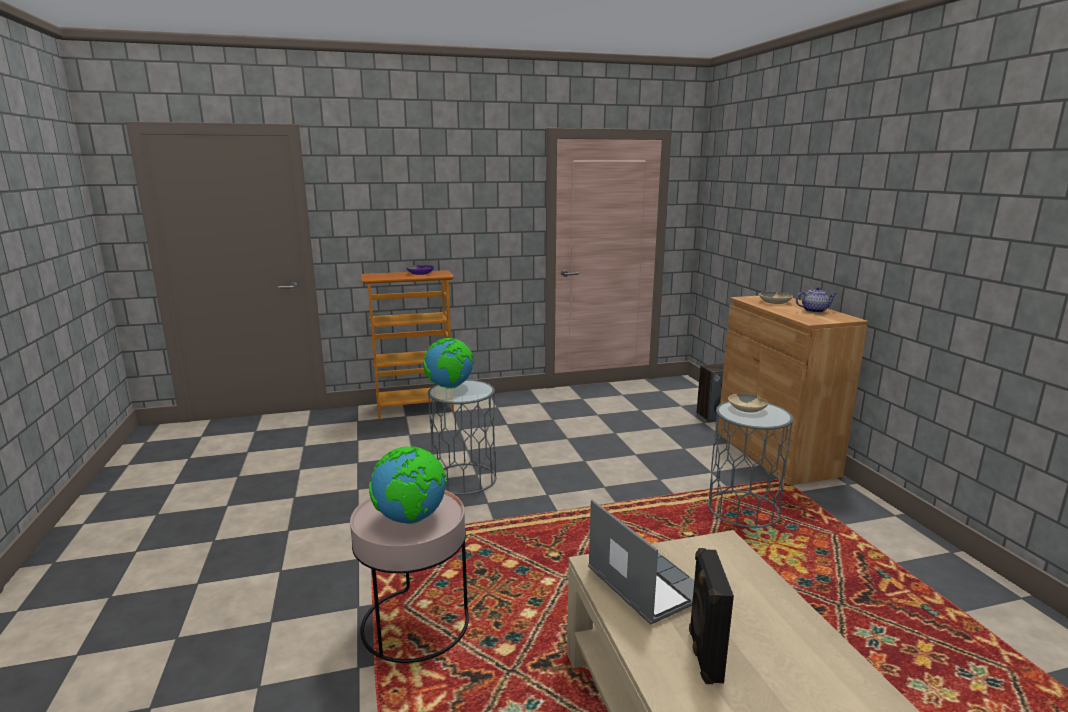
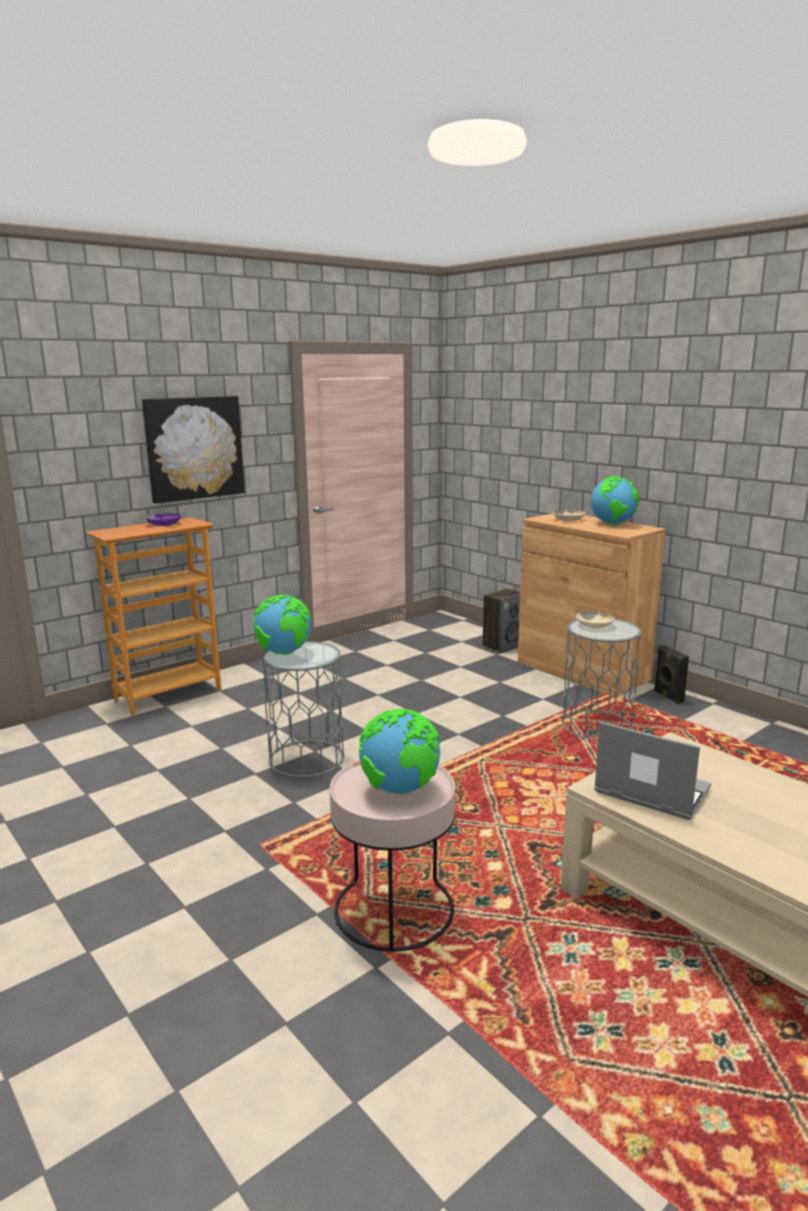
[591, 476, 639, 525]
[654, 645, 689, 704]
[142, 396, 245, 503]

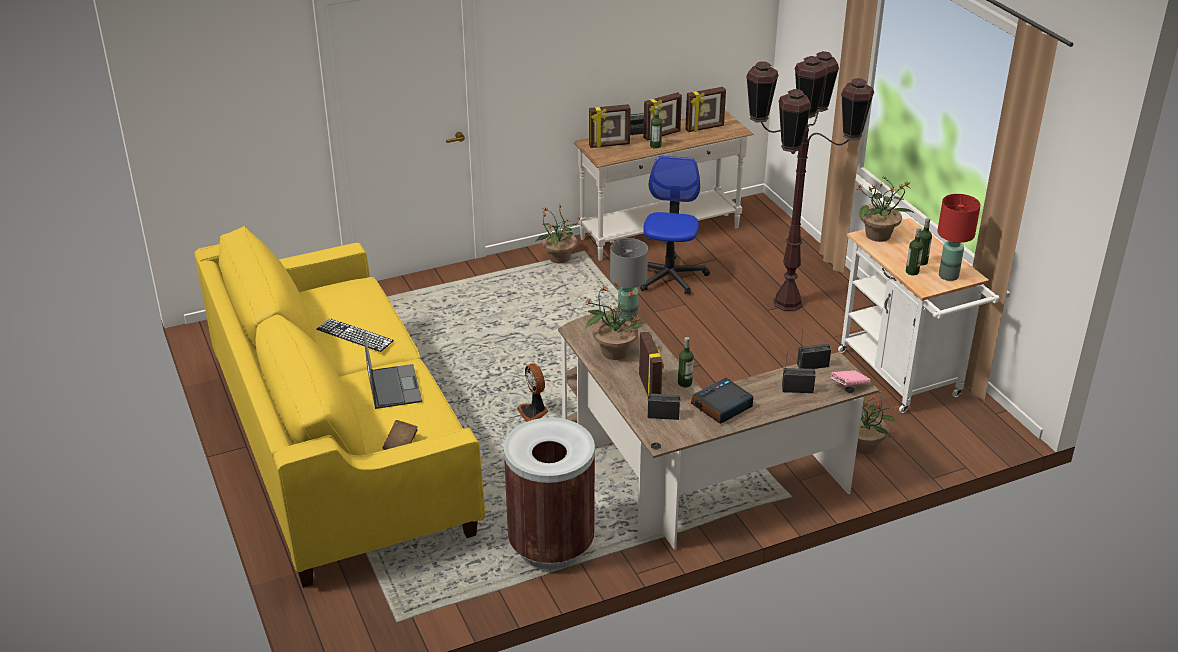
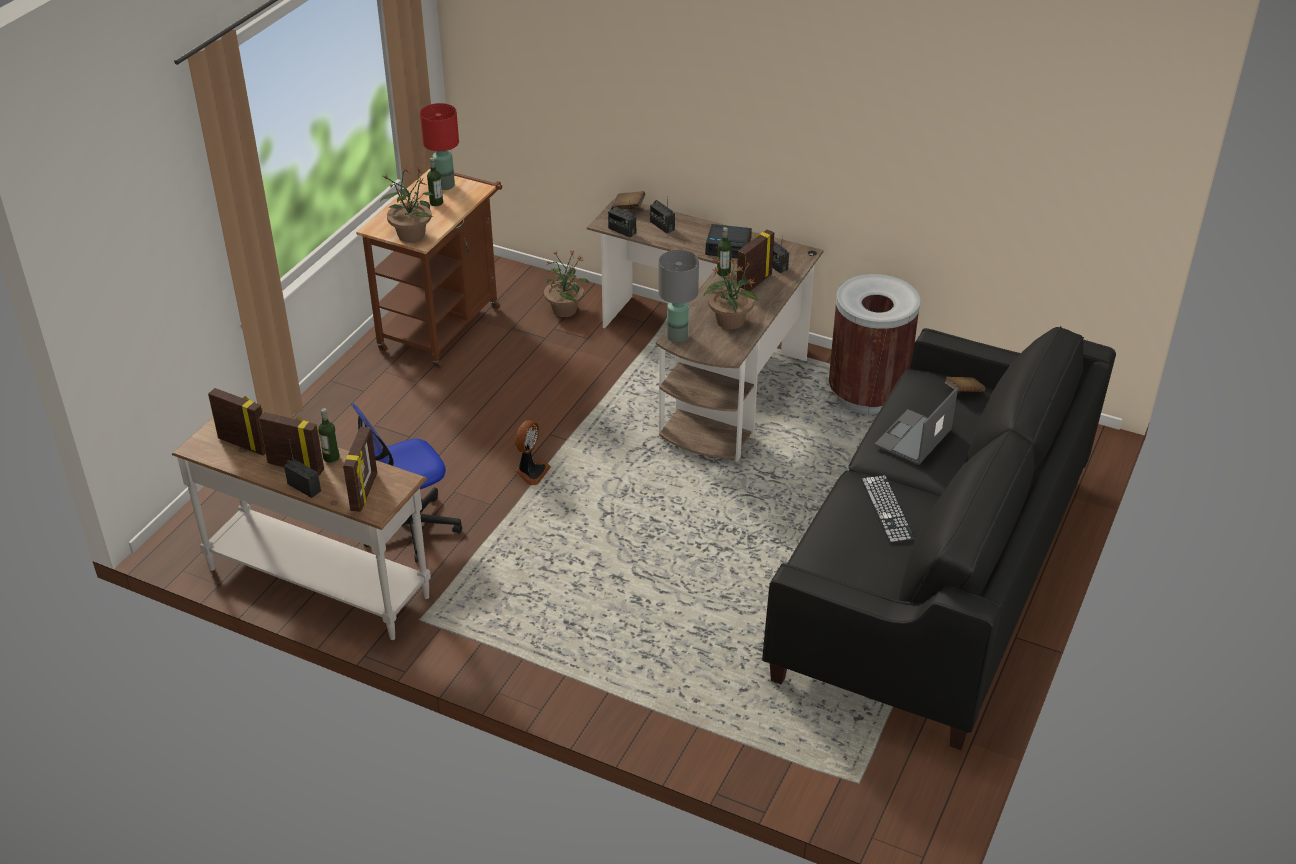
[746, 51, 874, 311] (first image)
[343, 427, 377, 512]
[535, 204, 581, 263] (first image)
[356, 169, 502, 369]
[762, 326, 1116, 750]
[906, 227, 923, 275] (first image)
[515, 420, 551, 485]
[612, 191, 645, 209]

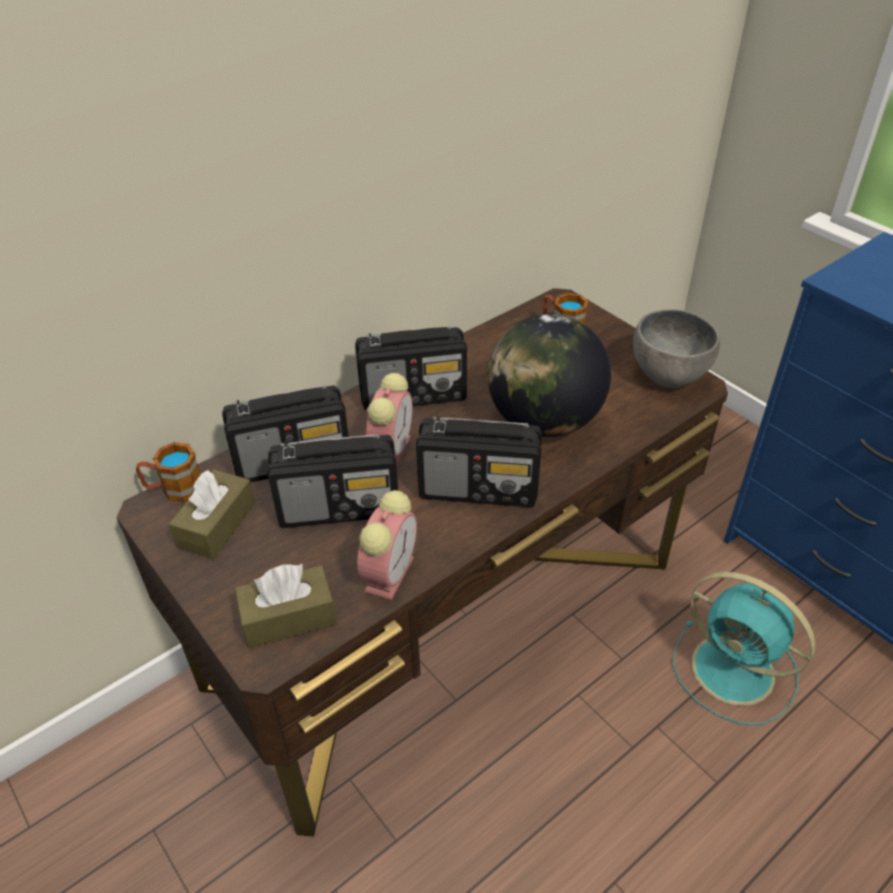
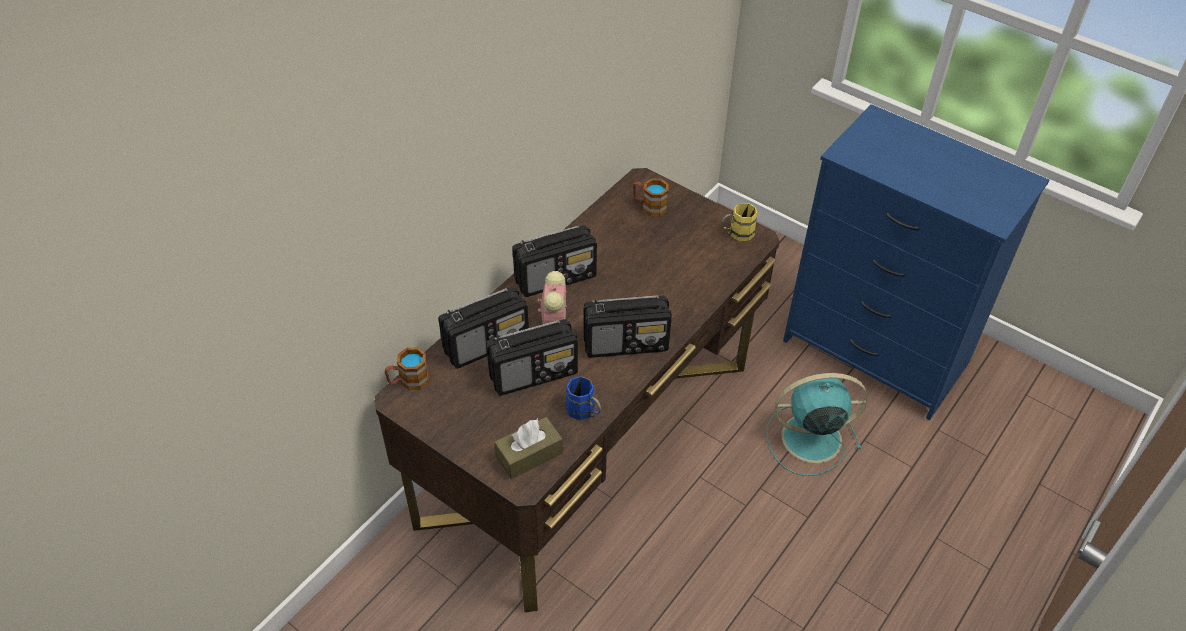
[721, 203, 757, 241]
[488, 314, 611, 437] (first image)
[169, 470, 255, 559] (first image)
[565, 376, 602, 420]
[767, 373, 868, 476]

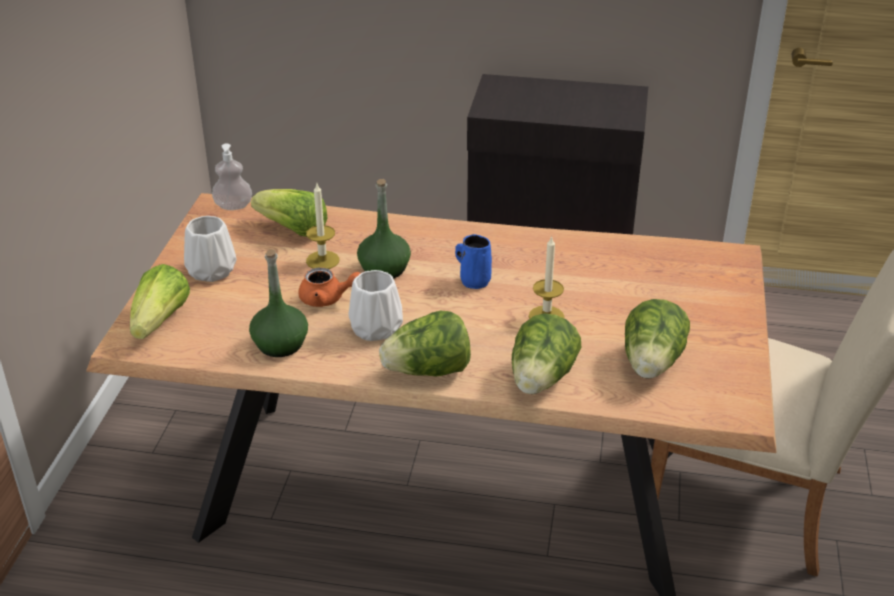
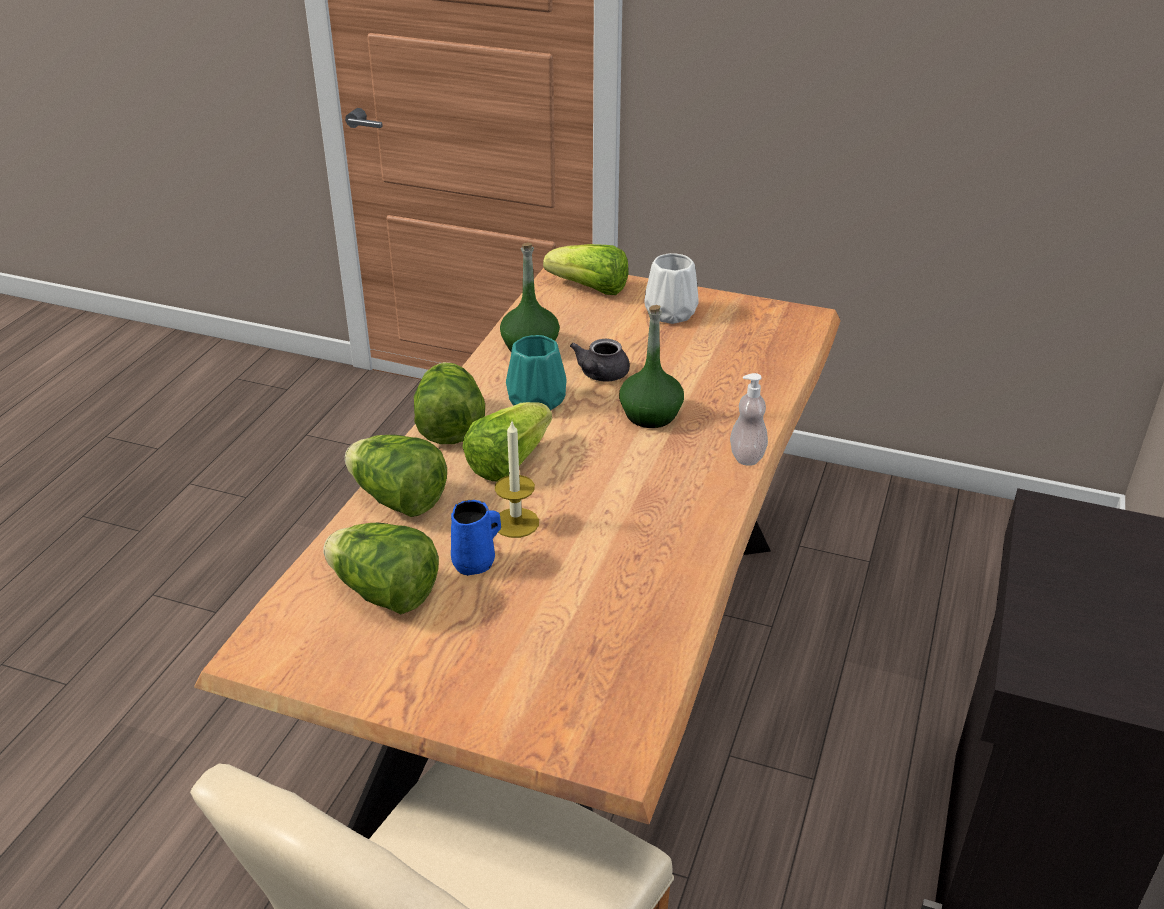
[730, 373, 768, 466]
[306, 184, 339, 269] (first image)
[463, 402, 552, 481]
[451, 500, 501, 575]
[570, 339, 630, 381]
[506, 335, 567, 410]

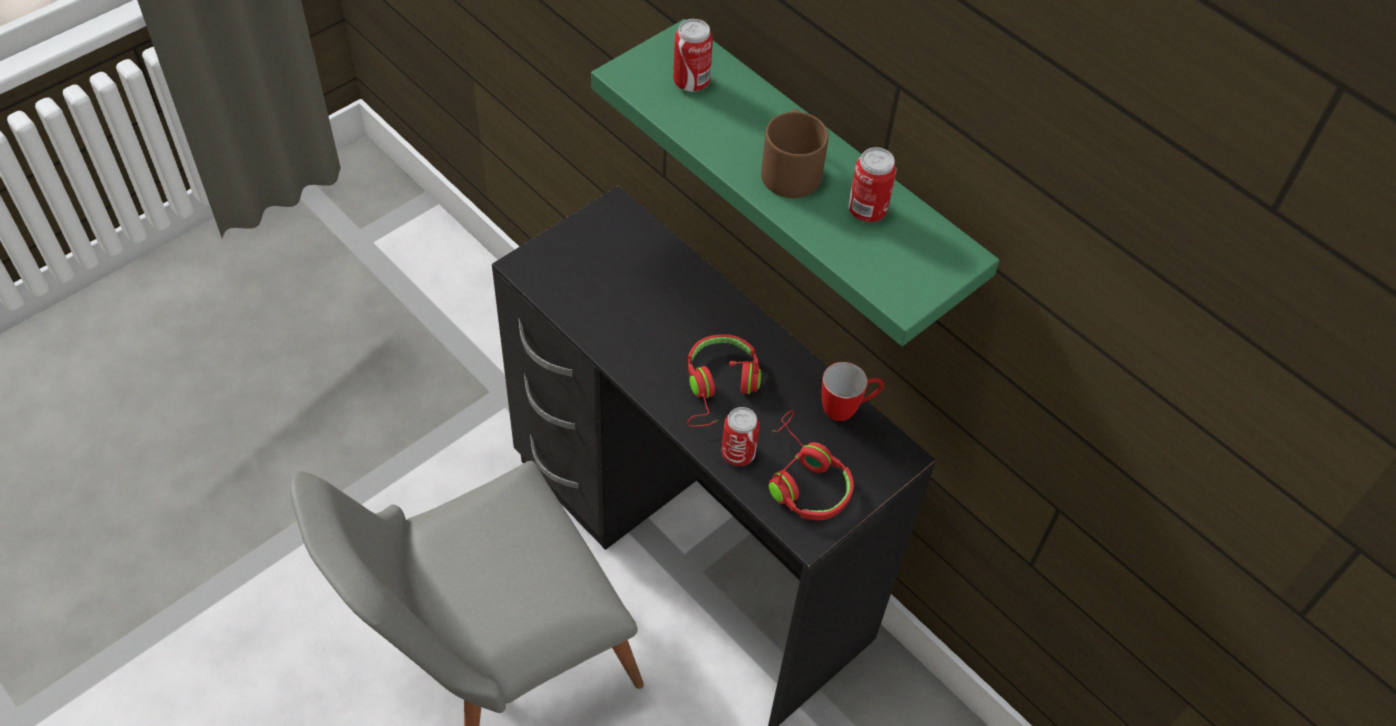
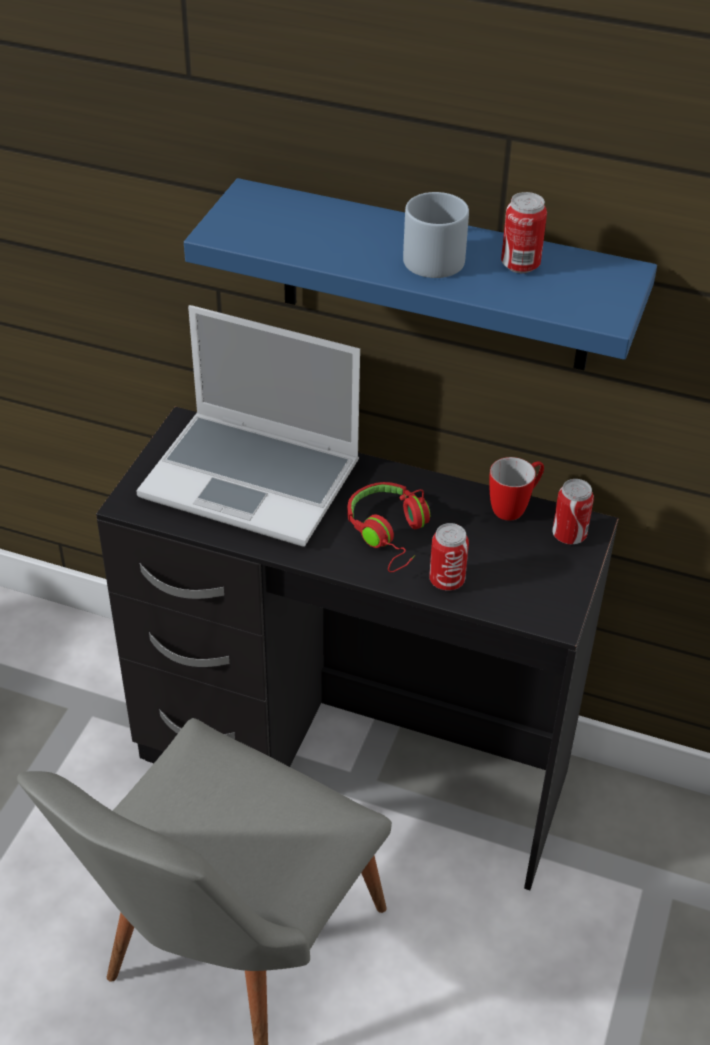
[184, 178, 657, 370]
[553, 479, 594, 545]
[403, 192, 469, 278]
[769, 410, 854, 520] (first image)
[136, 305, 360, 547]

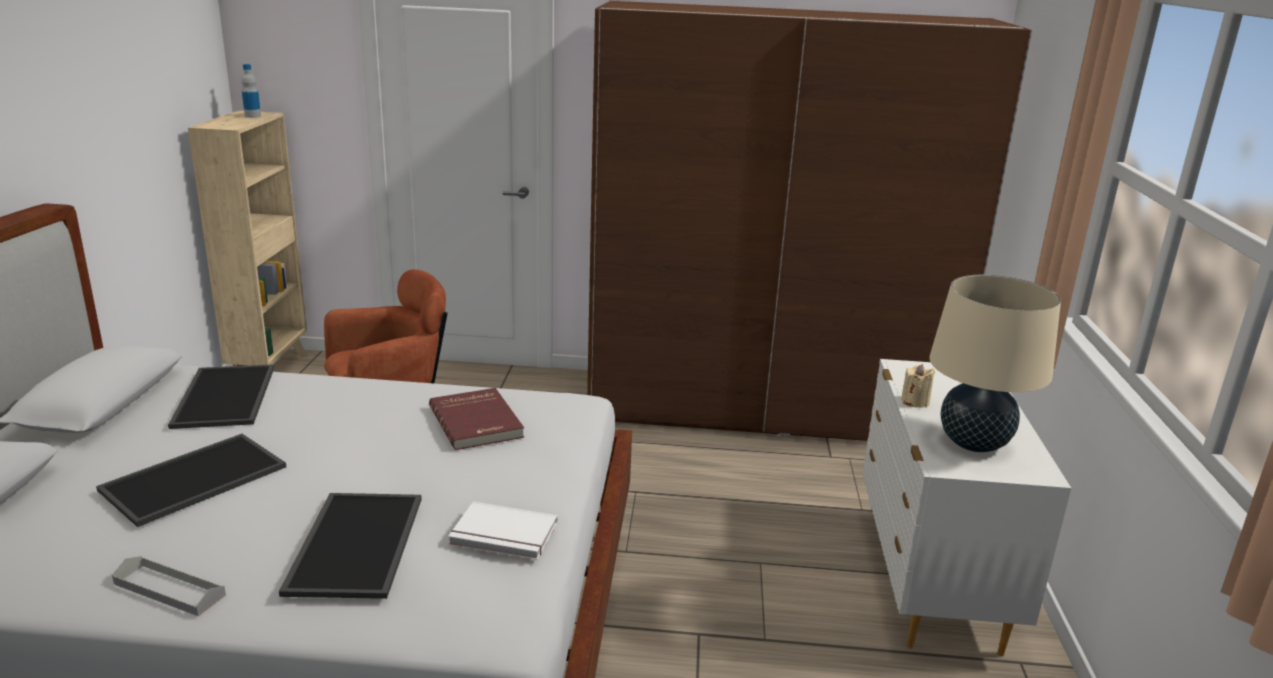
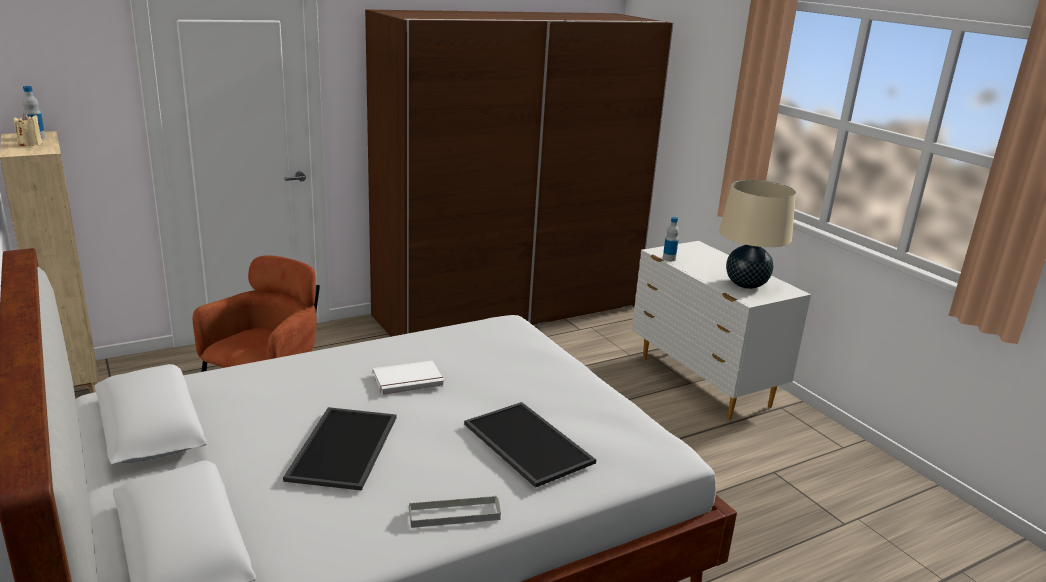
[168, 364, 274, 429] (first image)
[14, 113, 42, 146]
[429, 388, 524, 450] (first image)
[373, 361, 444, 395]
[663, 217, 679, 261]

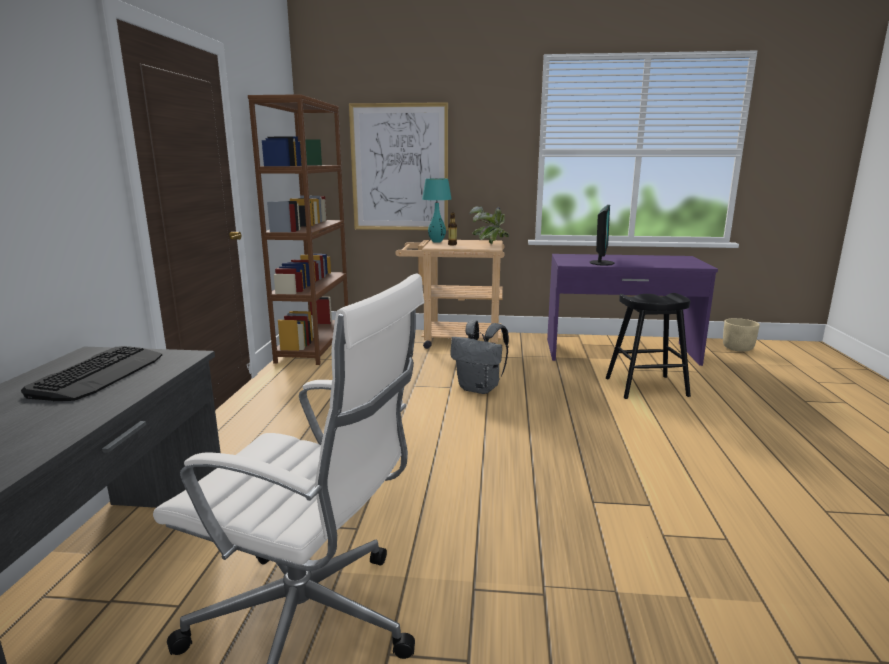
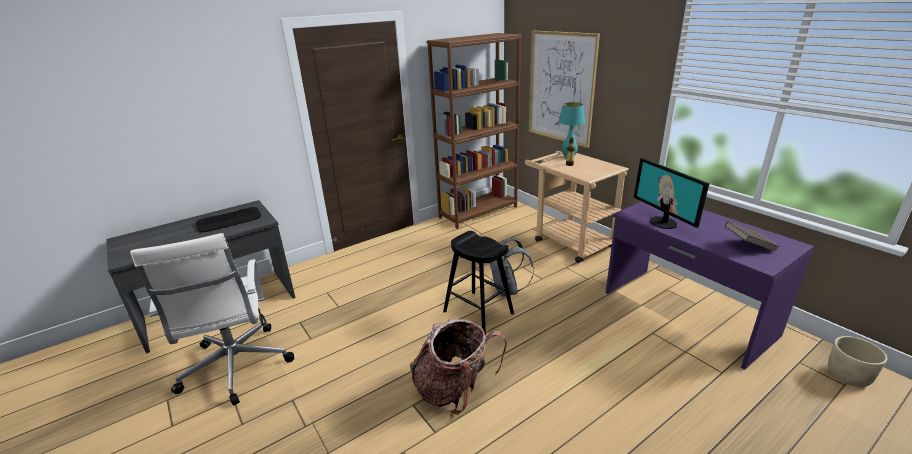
[634, 158, 709, 229]
[469, 206, 509, 244] (first image)
[443, 231, 514, 335]
[725, 221, 780, 252]
[410, 318, 507, 415]

